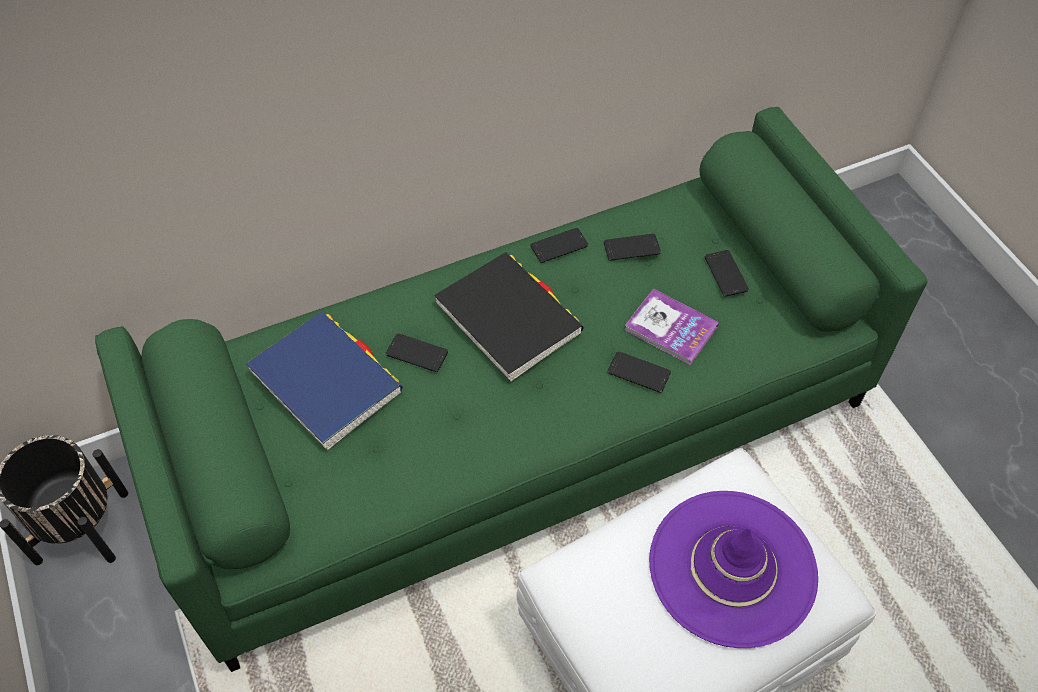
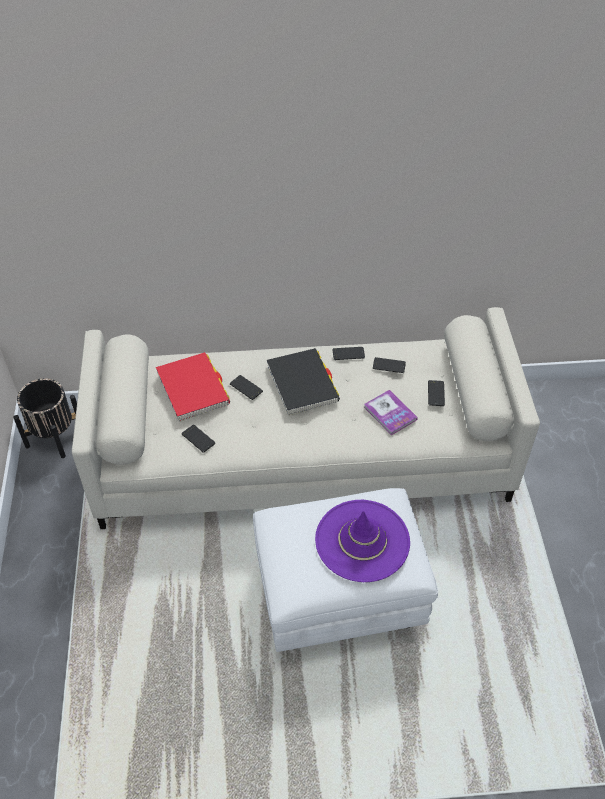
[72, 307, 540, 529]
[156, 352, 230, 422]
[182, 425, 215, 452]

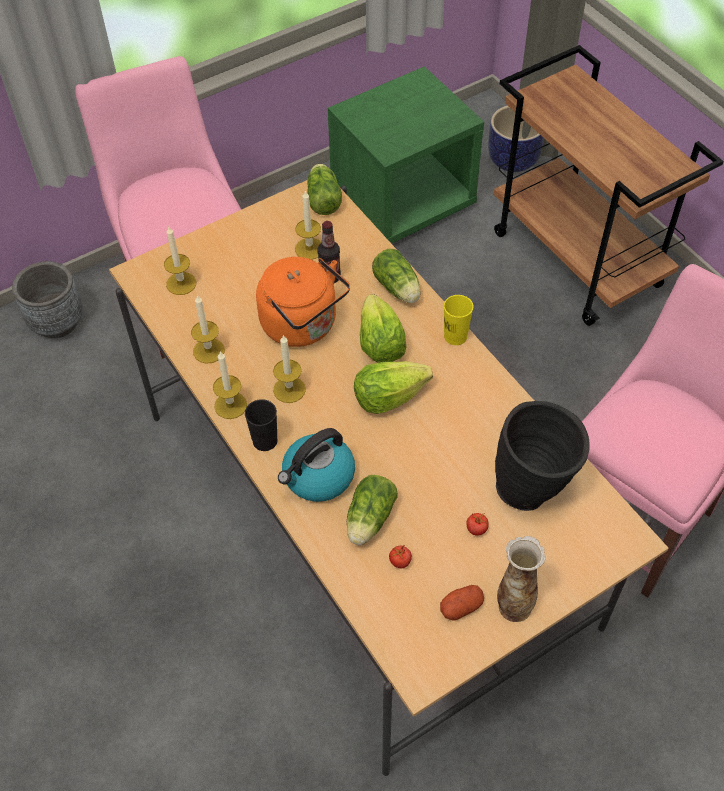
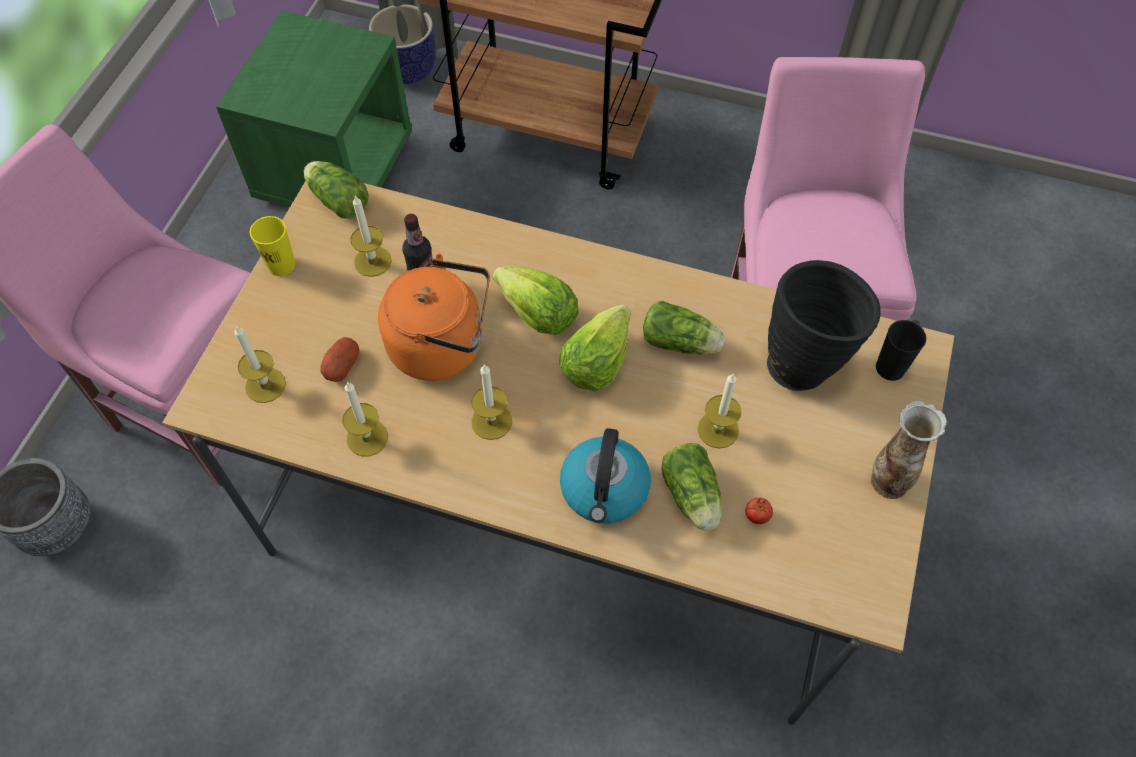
[643, 301, 725, 355]
[250, 216, 295, 276]
[697, 374, 741, 449]
[876, 320, 926, 381]
[466, 513, 489, 536] (first image)
[321, 337, 359, 382]

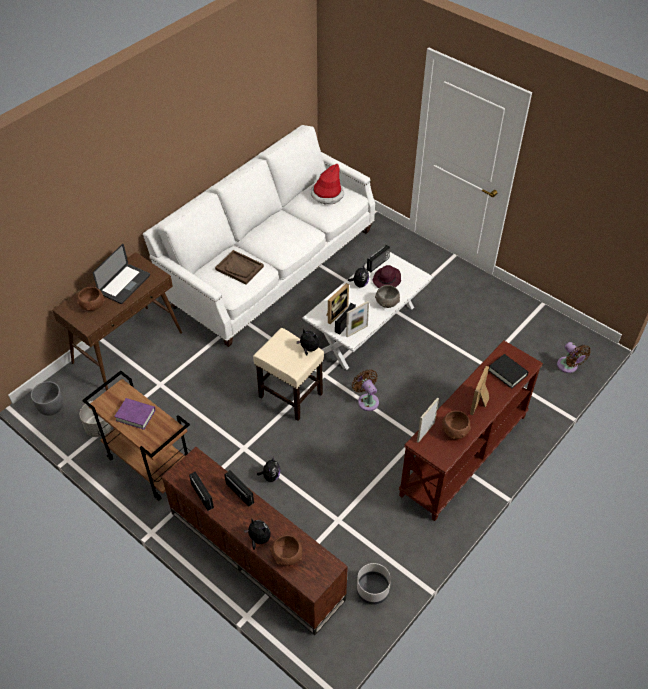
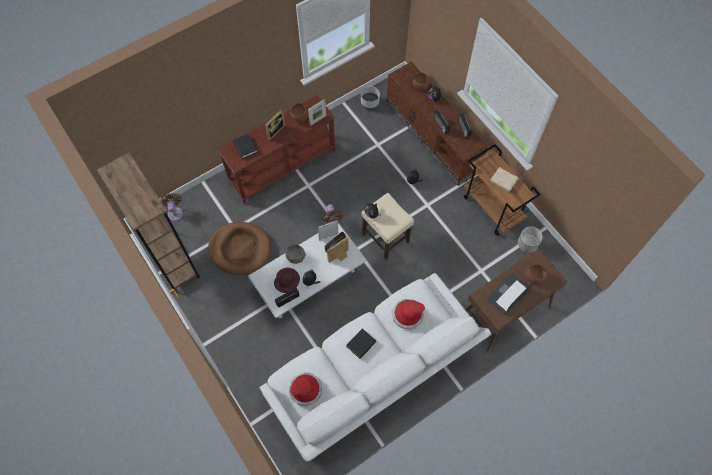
[391, 299, 425, 330]
[31, 381, 63, 416] (first image)
[490, 167, 518, 192]
[97, 152, 200, 291]
[208, 222, 271, 275]
[346, 328, 376, 359]

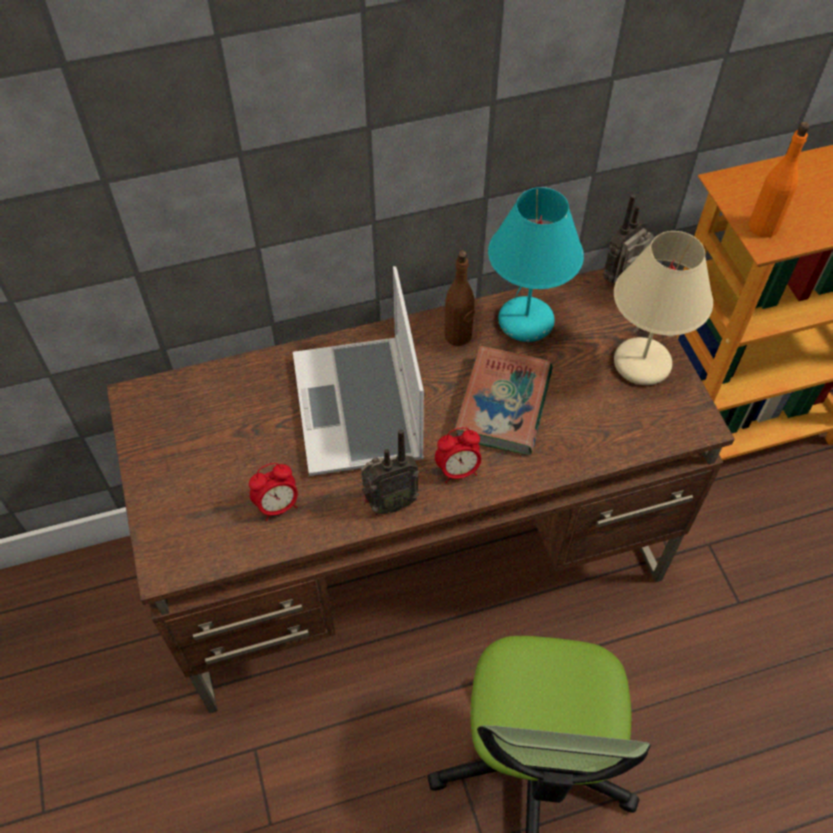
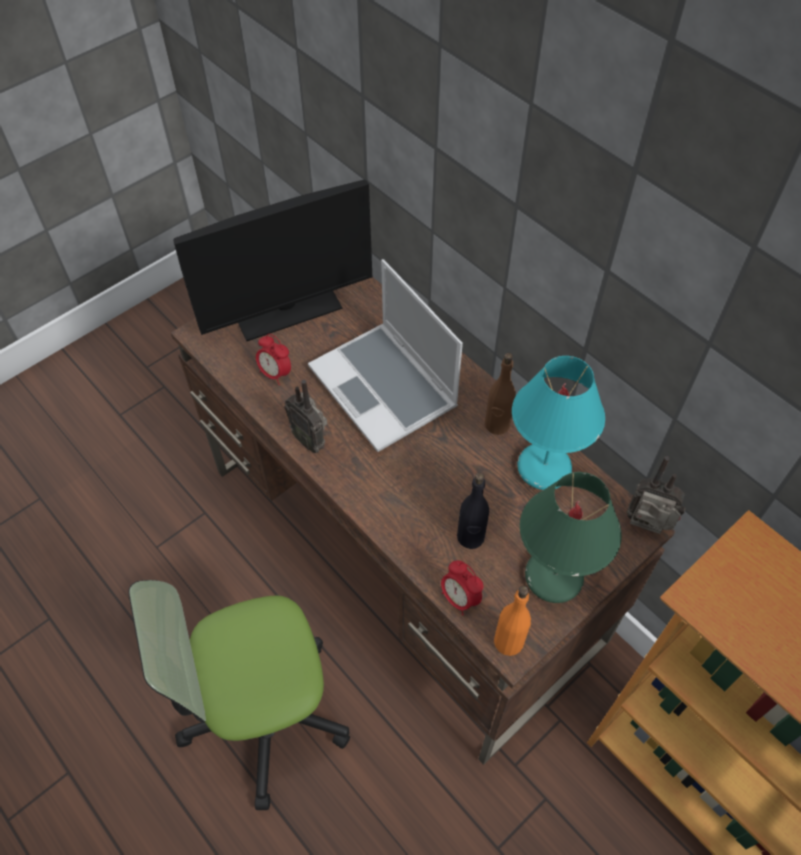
[494, 586, 531, 656]
[520, 472, 622, 603]
[308, 259, 463, 452]
[454, 346, 553, 455] (first image)
[441, 560, 483, 615]
[173, 180, 372, 341]
[457, 472, 489, 549]

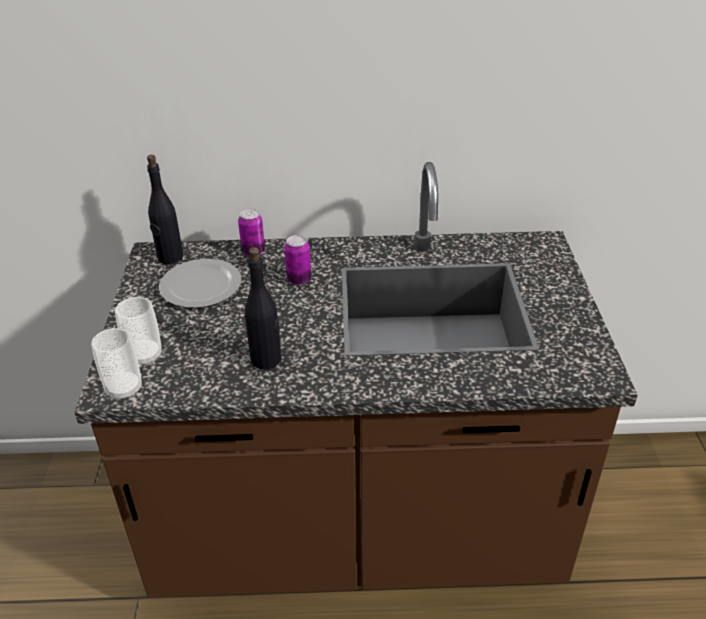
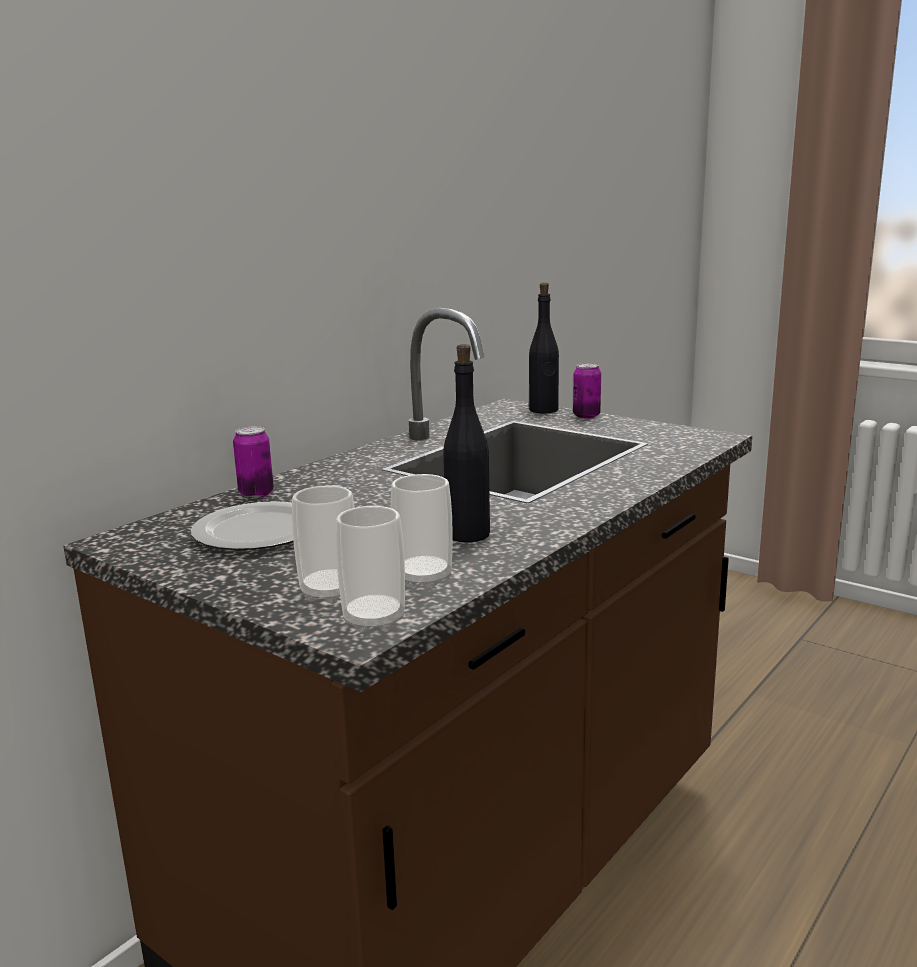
[529, 283, 559, 413]
[573, 363, 601, 419]
[391, 474, 452, 588]

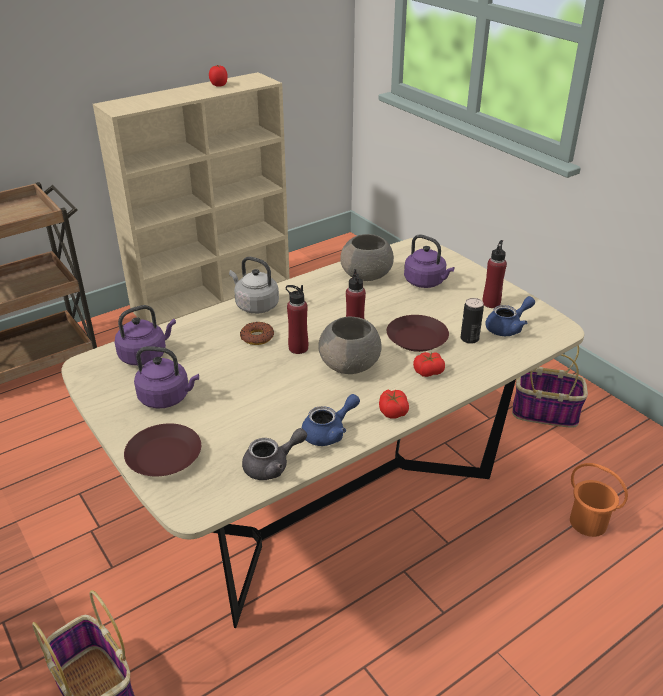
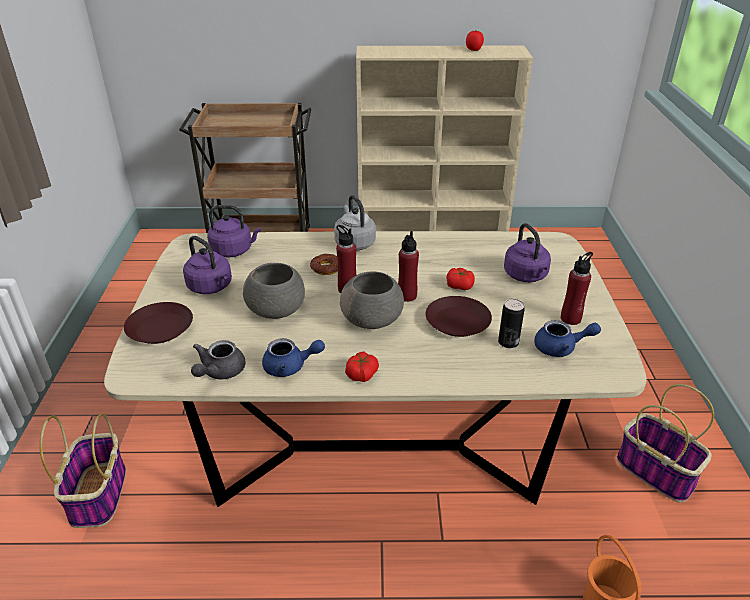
[243, 263, 305, 319]
[446, 268, 475, 290]
[191, 340, 246, 379]

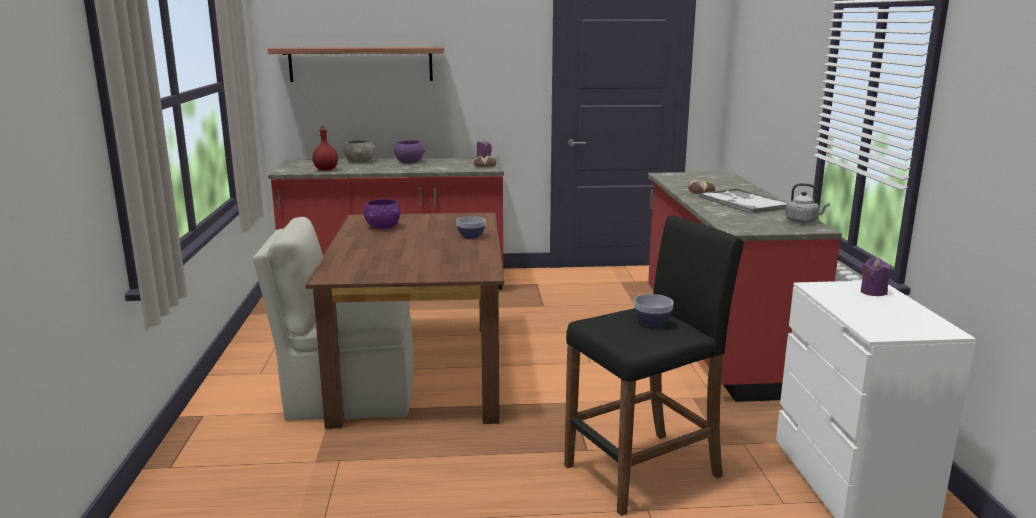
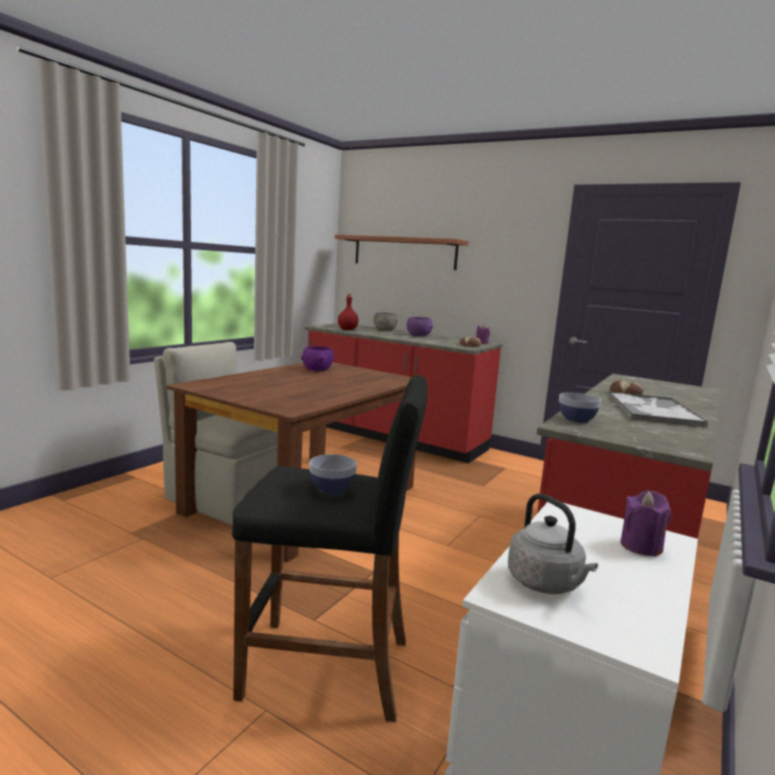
[508, 493, 598, 594]
[559, 393, 601, 423]

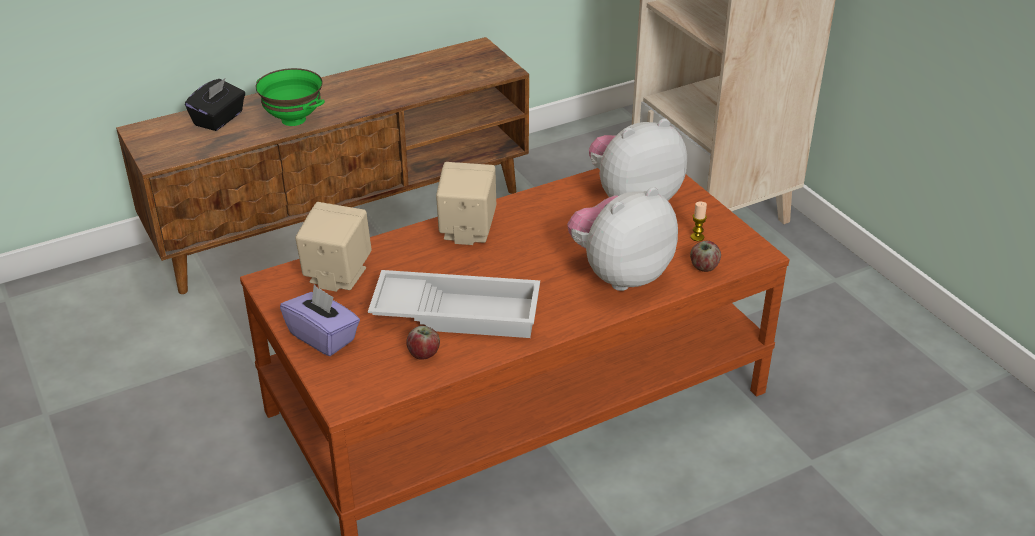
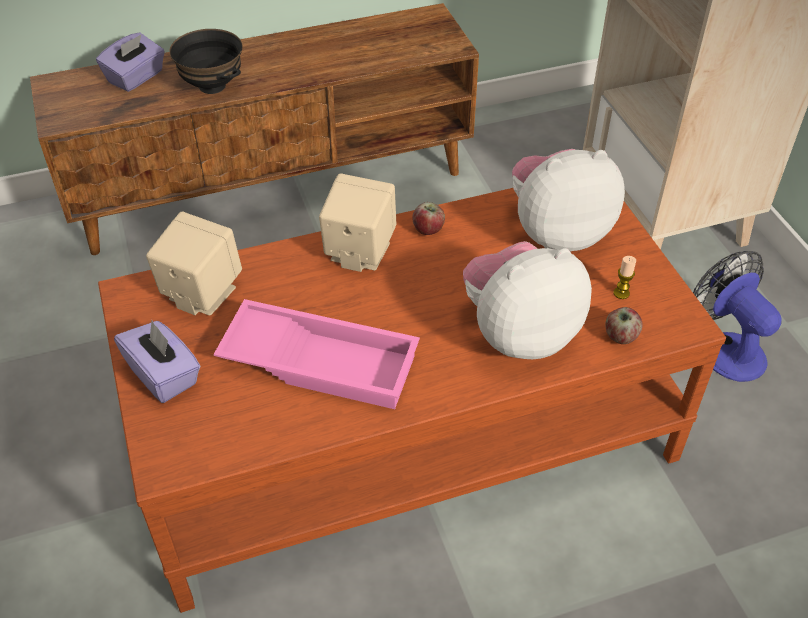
[169, 29, 242, 94]
[96, 32, 165, 92]
[214, 299, 420, 409]
[412, 202, 445, 235]
[693, 251, 782, 382]

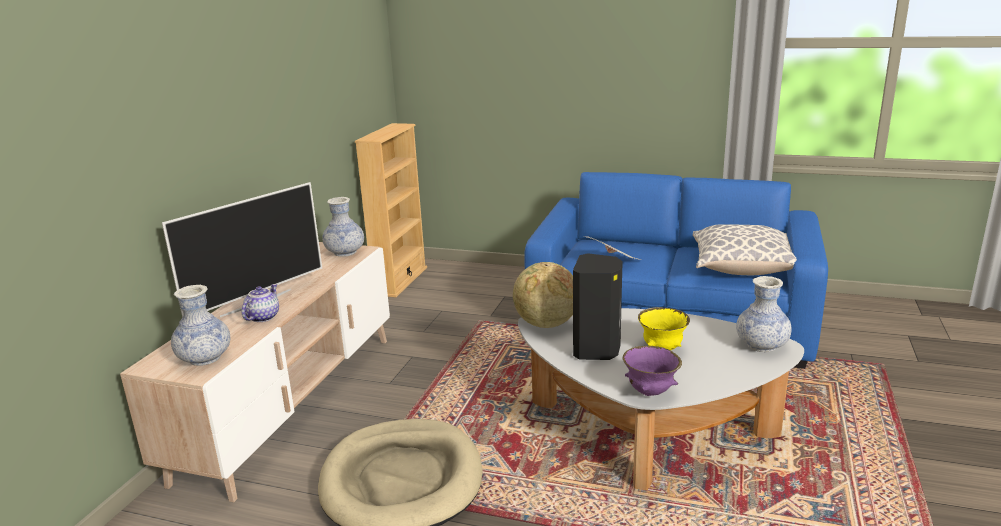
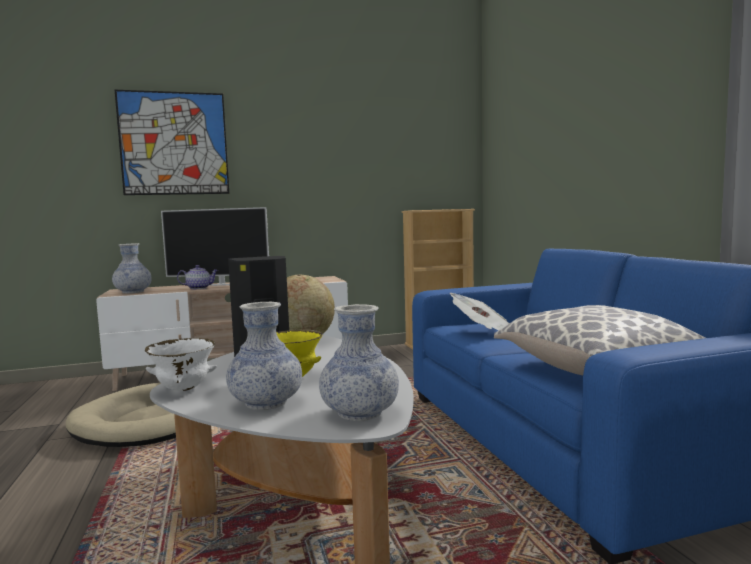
[226, 302, 302, 410]
[145, 338, 217, 391]
[115, 90, 229, 195]

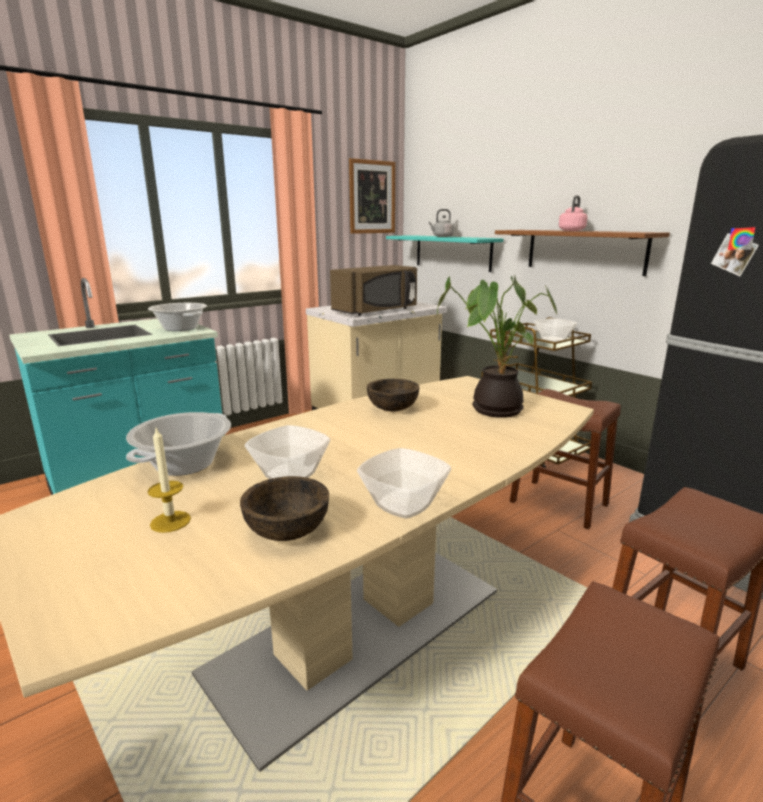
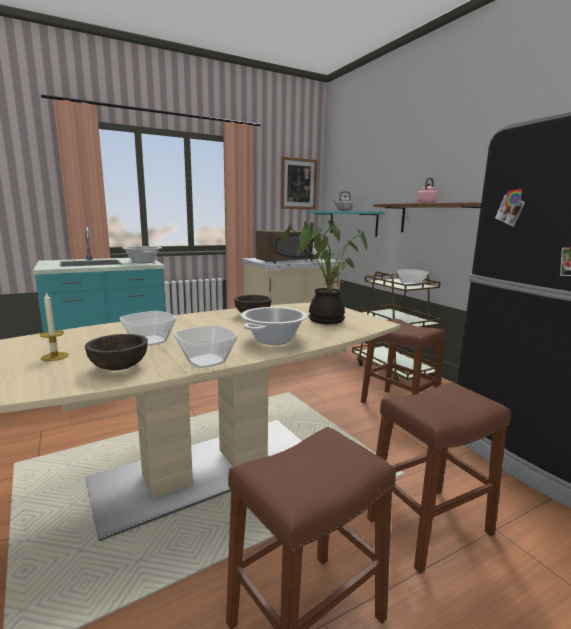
[241, 307, 307, 345]

